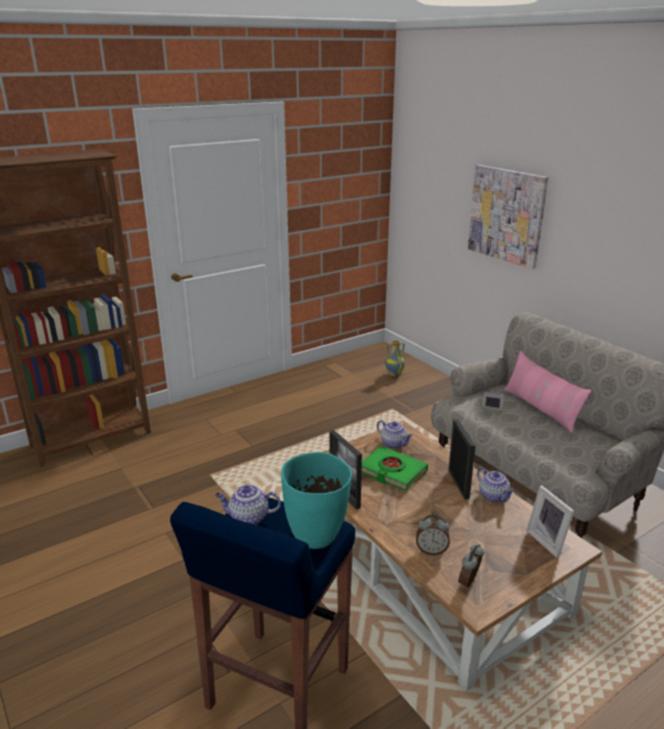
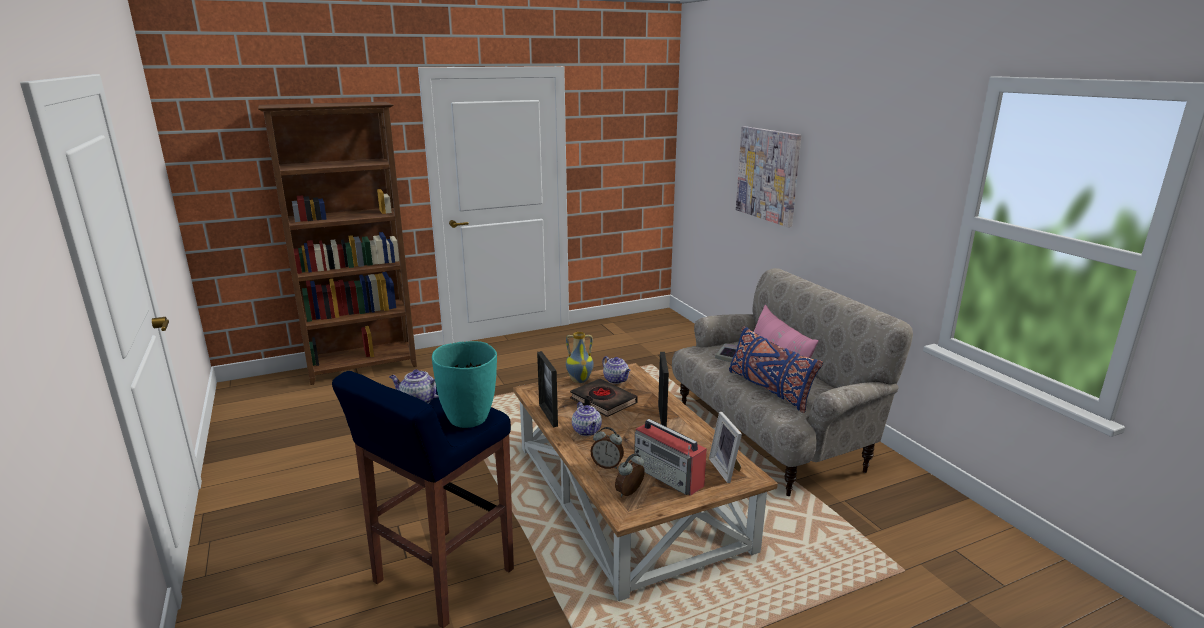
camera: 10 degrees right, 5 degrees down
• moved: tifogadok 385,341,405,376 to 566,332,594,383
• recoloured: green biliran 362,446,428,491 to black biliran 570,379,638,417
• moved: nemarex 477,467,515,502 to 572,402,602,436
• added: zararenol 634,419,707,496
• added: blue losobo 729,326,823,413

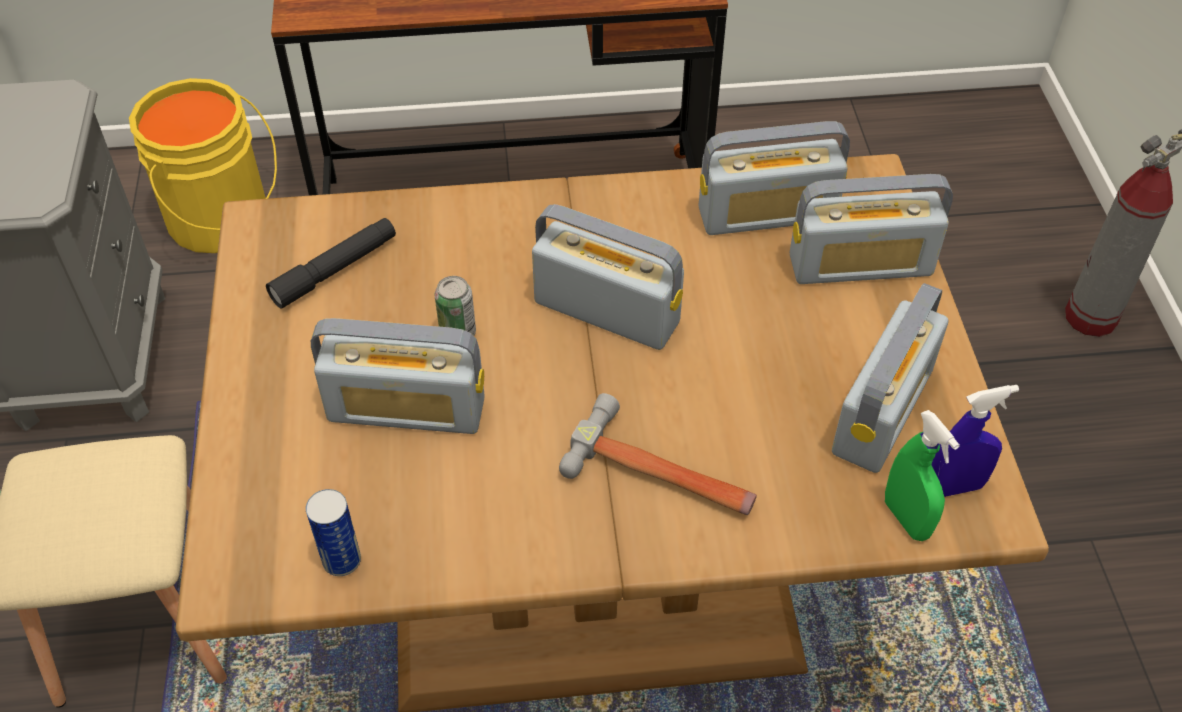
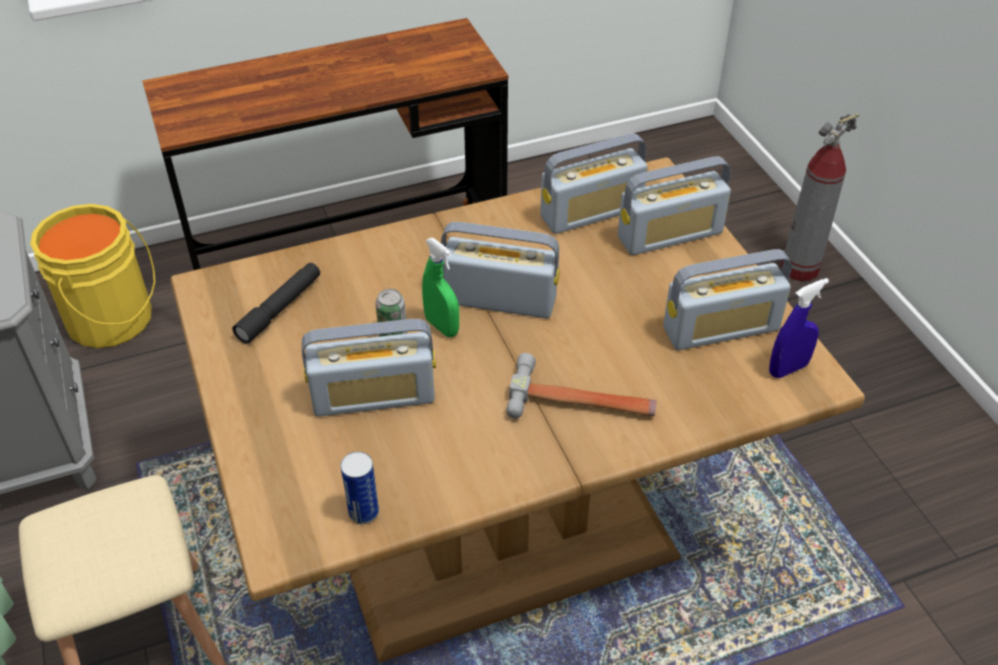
camera: 15 degrees left, 5 degrees down
• moved: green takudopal 885,410,960,541 to 422,238,459,337
• turned: zararenol 832,283,949,473 = 663,249,792,350 60 degrees clockwise

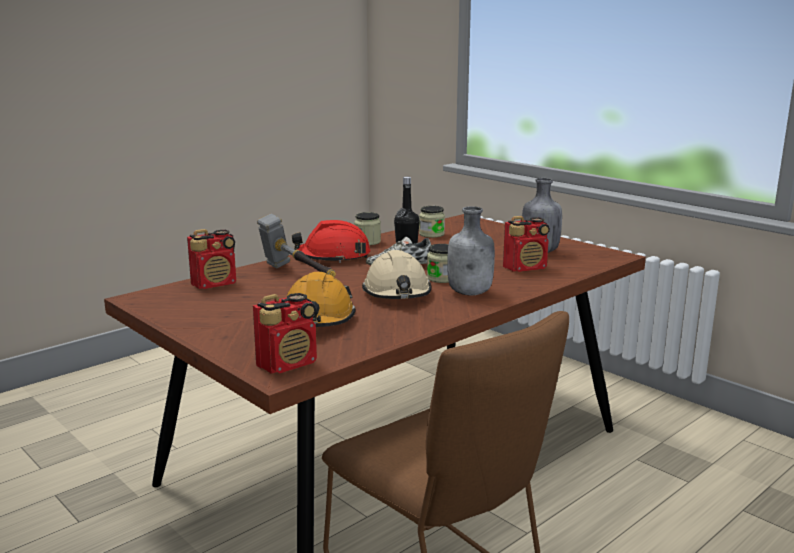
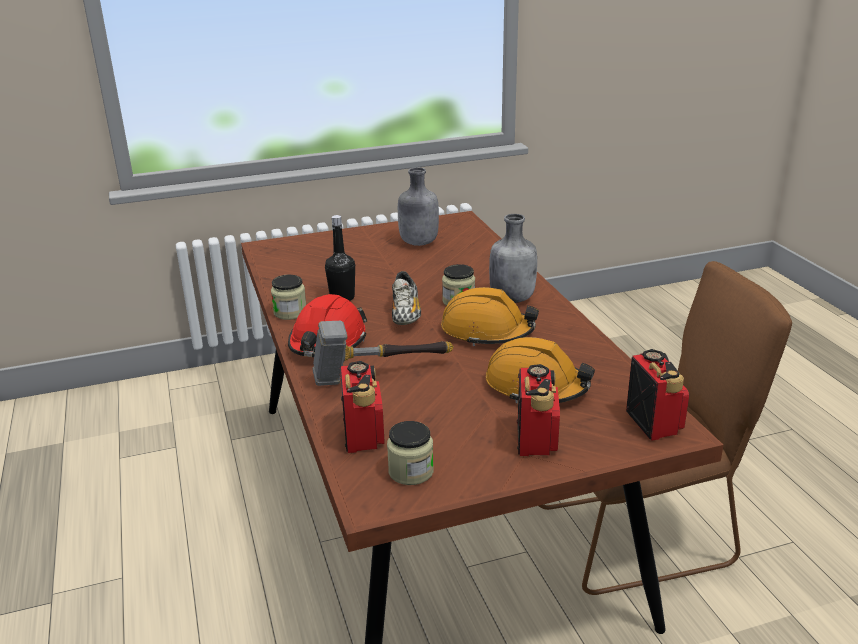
camera: 65 degrees left, 10 degrees up
• moved: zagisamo 419,206,445,238 to 387,421,434,485
• recoloured: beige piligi 362,250,432,299 to orange piligi 441,287,539,346
• moved: zararenol 503,216,550,272 to 517,364,560,456

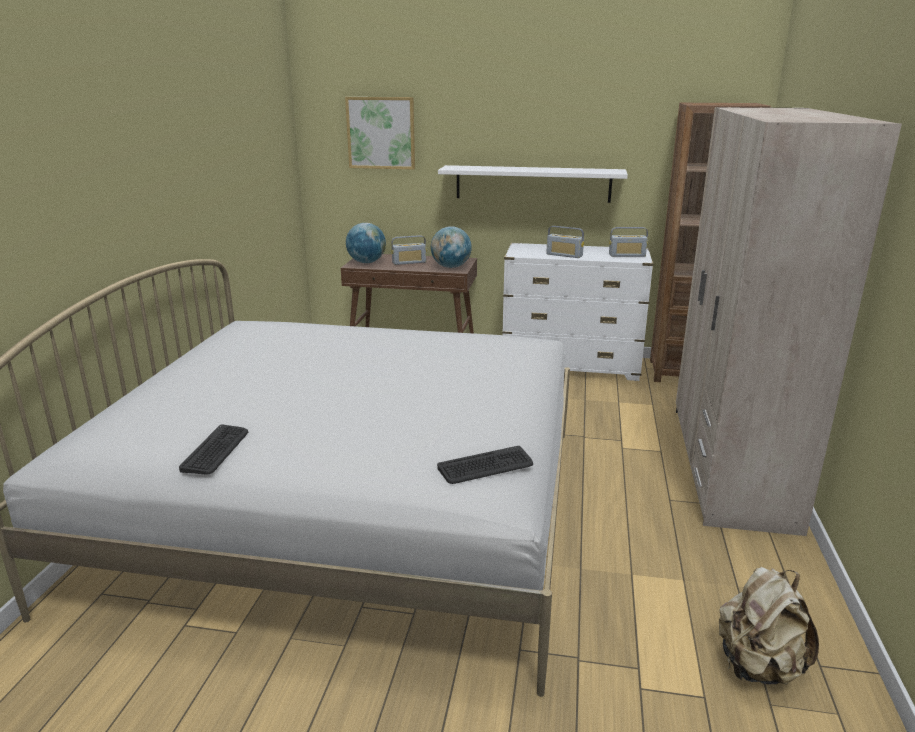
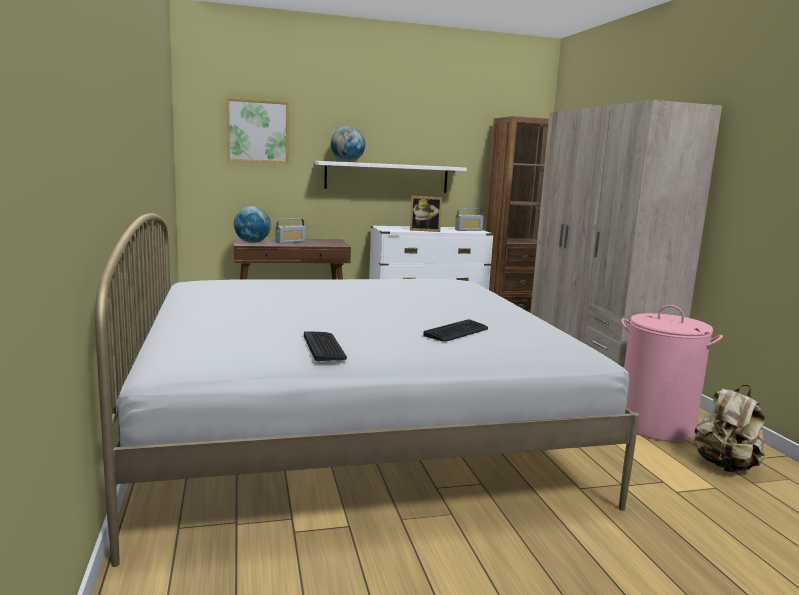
camera: 25 degrees left, 10 degrees down
• moved: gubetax 431,226,472,268 to 331,126,365,162
• replaced: zararenol 546,226,584,258 to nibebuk 410,196,442,232
• moved: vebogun 437,446,533,484 to 423,319,488,342
• added: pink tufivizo 621,305,723,441

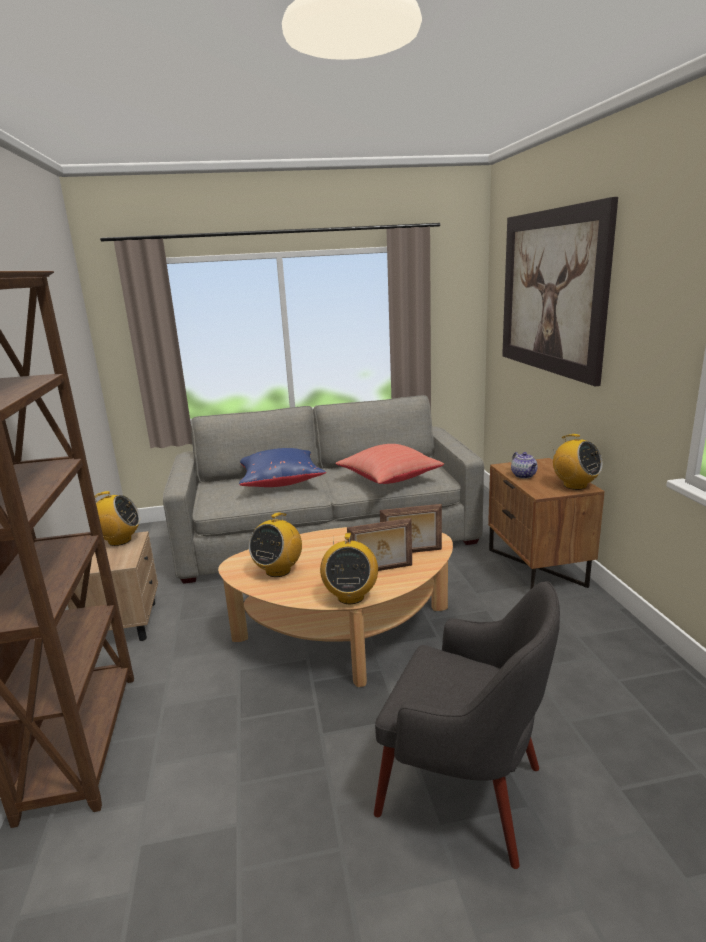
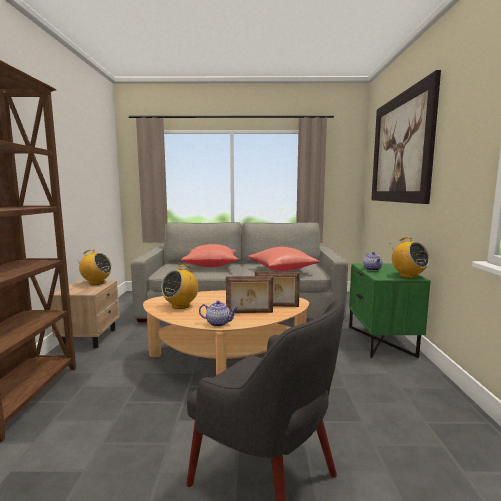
camera: 10 degrees right, 10 degrees down
• recoloured: blue losobo 239,448,326,487 to red losobo 181,244,239,267
• replaced: zararenol 320,533,378,604 to nemarex 199,301,238,327
• recoloured: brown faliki 488,458,604,589 to green faliki 349,263,430,358

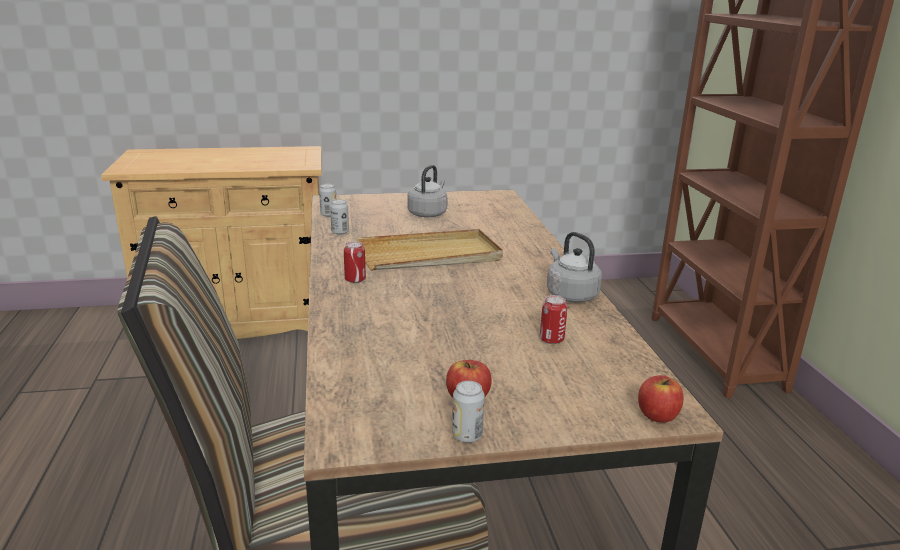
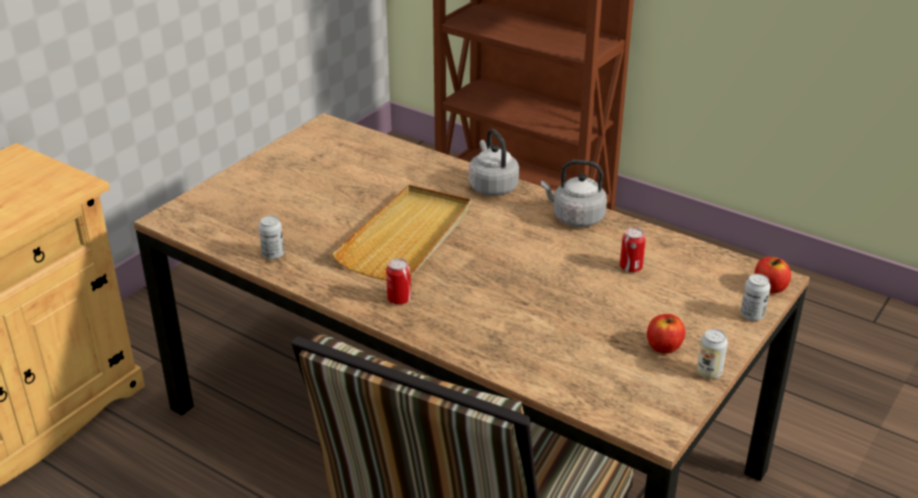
camera: 45 degrees left, 10 degrees up
• moved: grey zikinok 407,165,448,217 to 469,129,519,196
• moved: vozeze 319,184,336,217 to 741,274,771,321

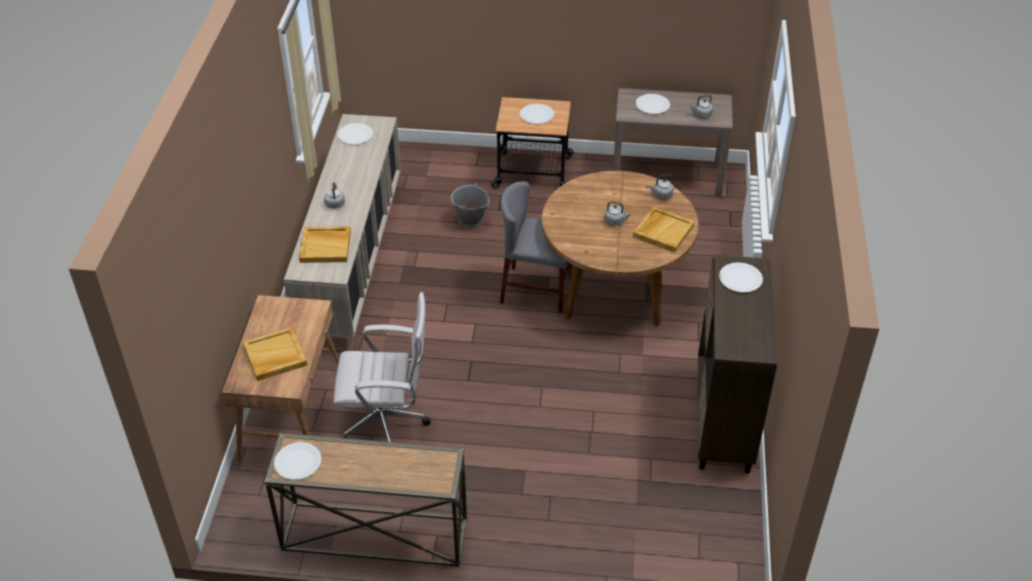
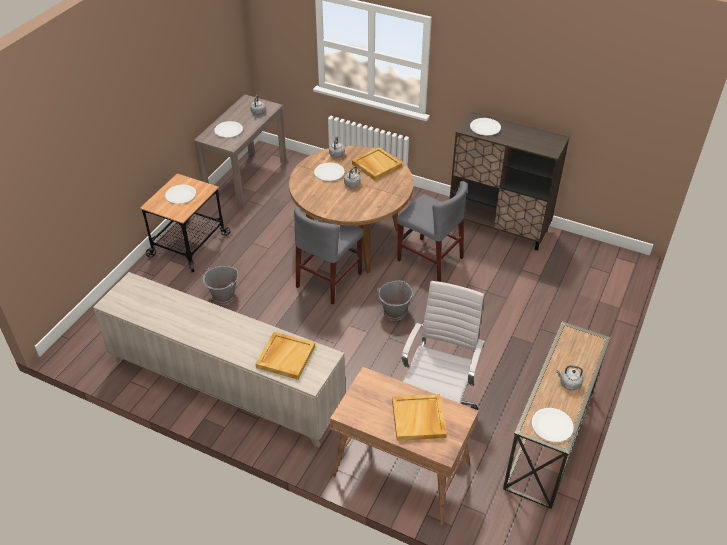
camera: 70 degrees left, 0 degrees up
• moved: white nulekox 338,123,373,145 to 314,162,345,181
• added: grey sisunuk 377,281,414,321
• added: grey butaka 397,181,468,282
• moved: grey zikinok 324,182,345,209 to 556,365,583,390

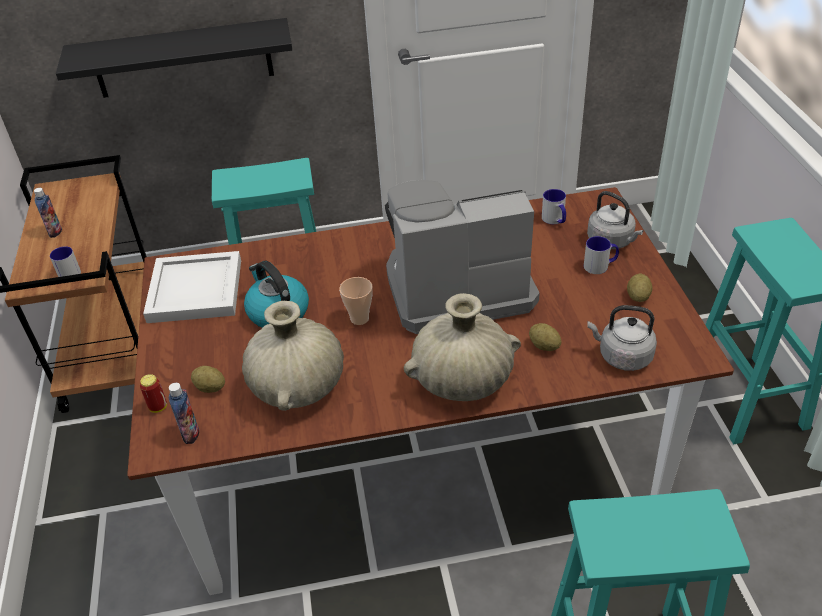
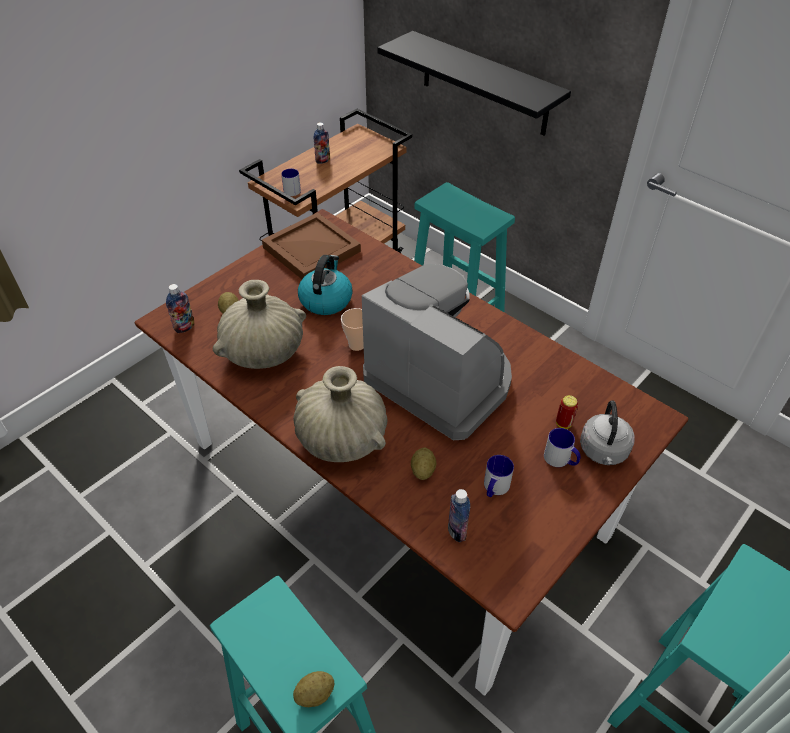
camera: 50 degrees right, 5 degrees up
• recoloured: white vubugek 143,251,241,323 to brown vubugek 262,212,361,279
• moved: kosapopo 627,274,653,302 to 293,671,334,707
• replaced: grey zikinok 587,305,657,371 to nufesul 448,489,470,542
• moved: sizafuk 542,189,566,224 to 484,455,514,497
• moved: vozeze 140,374,167,413 to 556,395,578,429

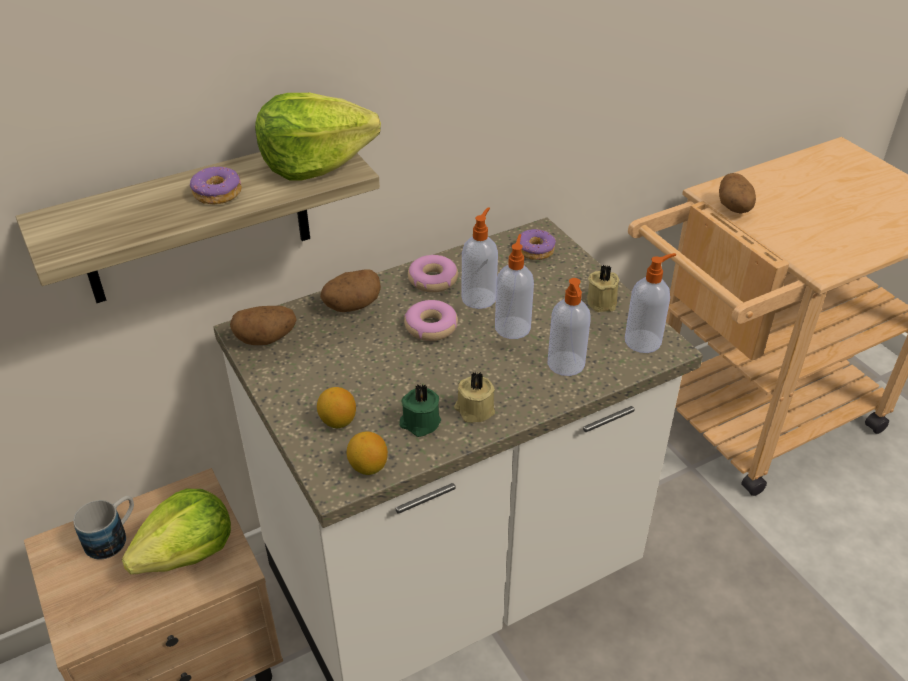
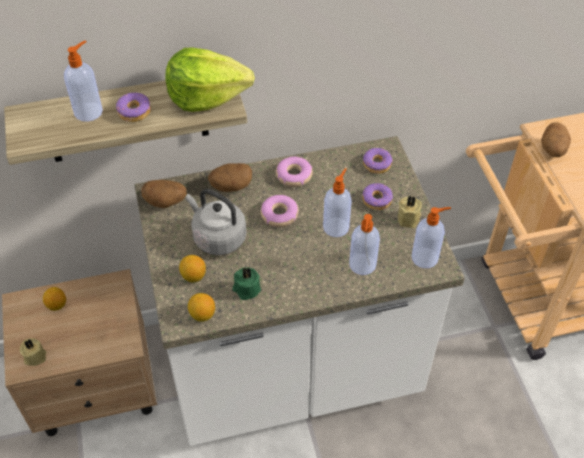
camera: 15 degrees right, 10 degrees up
• moved: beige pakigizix 454,372,495,423 to 20,338,46,366
• replaced: sizafuk 73,496,134,559 to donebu 43,287,66,311
• moved: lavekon 461,207,498,309 to 64,40,103,122
• added: grey zikinok 186,189,247,255
• added: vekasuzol 362,183,393,210
• removed: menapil 122,489,231,575

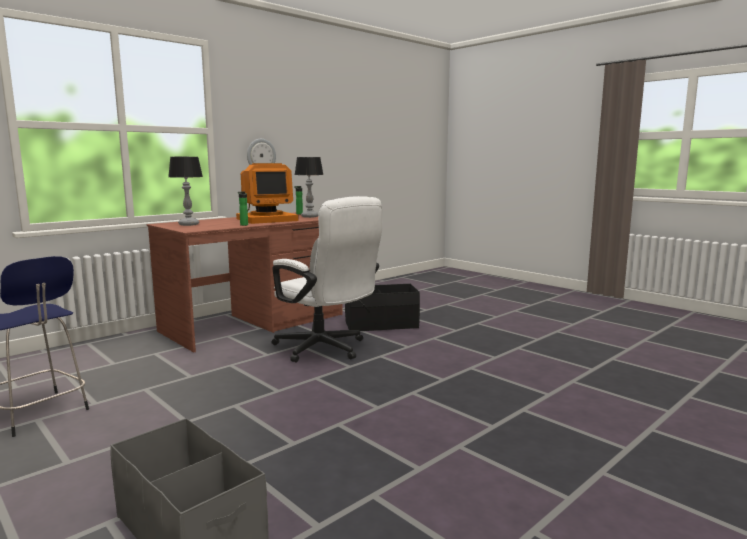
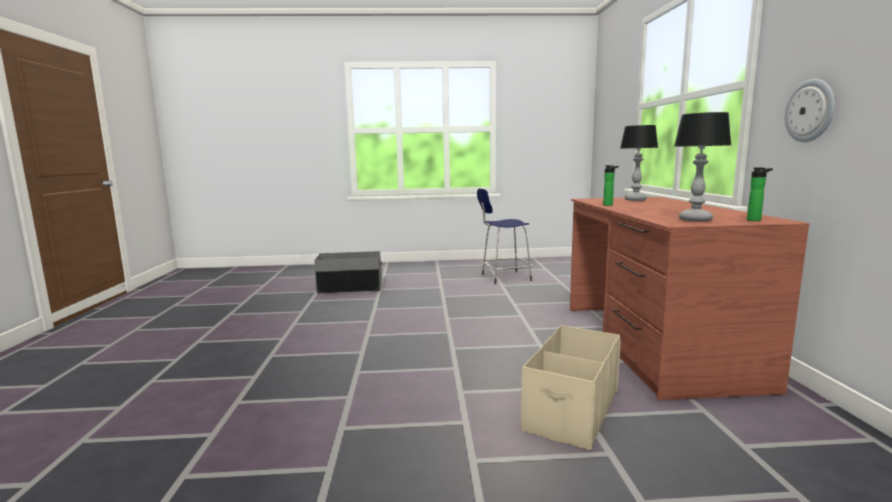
camera: 130 degrees right, 0 degrees up
• recoloured: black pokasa 345,284,420,331 to beige pokasa 521,325,620,450
• removed: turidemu 236,163,299,224
• removed: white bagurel 271,196,383,363

